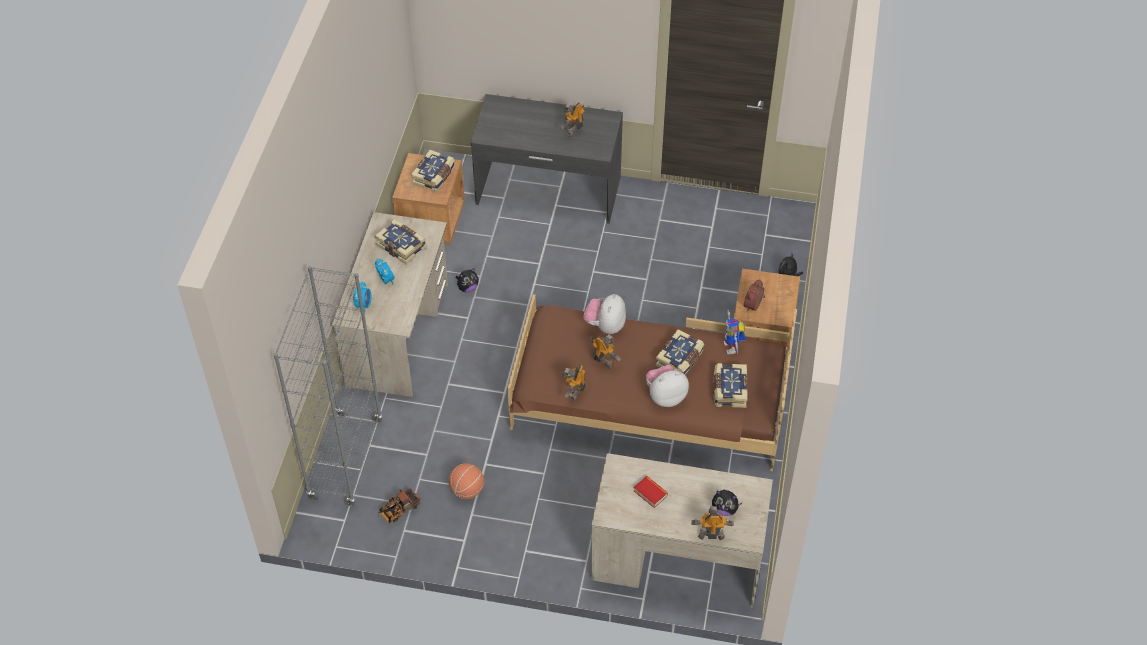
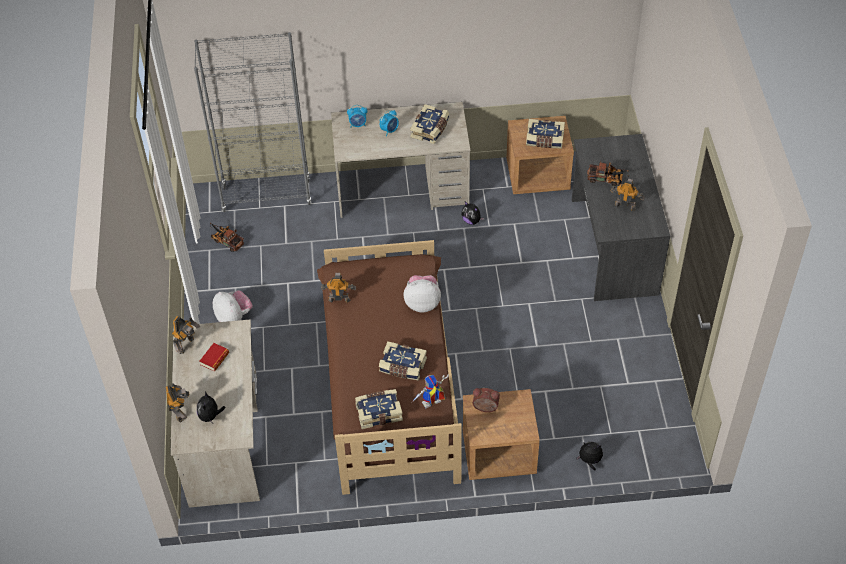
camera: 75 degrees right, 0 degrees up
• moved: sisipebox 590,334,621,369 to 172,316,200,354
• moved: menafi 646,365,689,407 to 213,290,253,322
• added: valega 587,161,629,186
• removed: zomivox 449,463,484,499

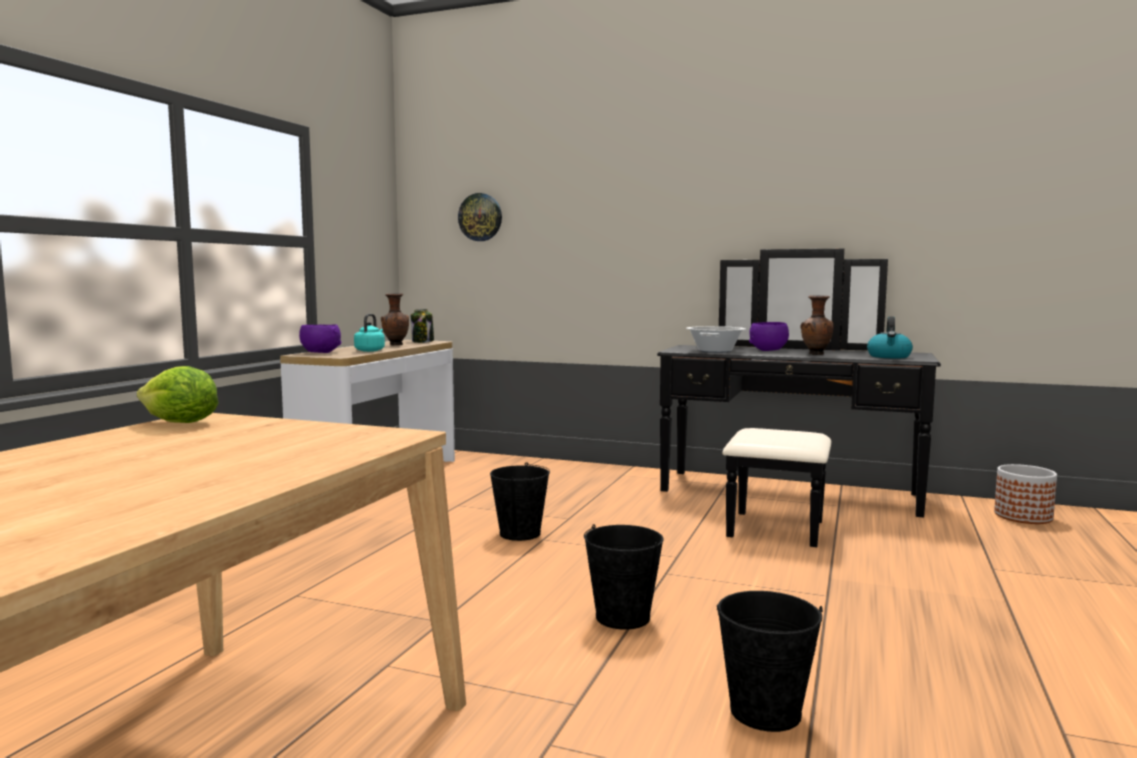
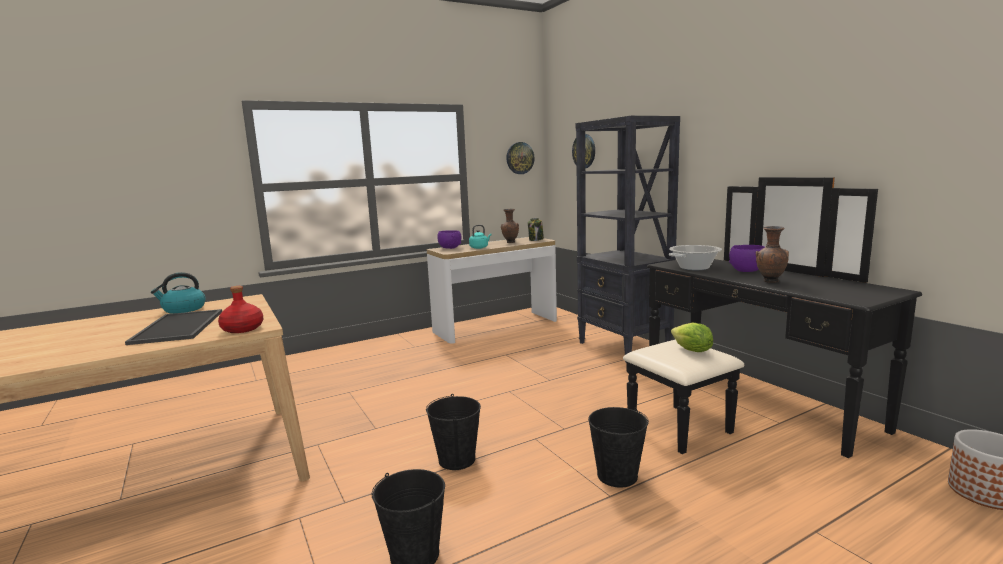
camera: 40 degrees right, 5 degrees up
• added: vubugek 125,309,222,345
• moved: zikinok 867,317,913,359 to 151,272,206,314
• added: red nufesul 218,286,264,333
• added: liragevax 506,142,534,174
• added: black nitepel 576,116,680,363
• moved: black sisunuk 490,462,550,541 to 588,407,649,488
• moved: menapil 137,366,219,423 to 671,322,713,352

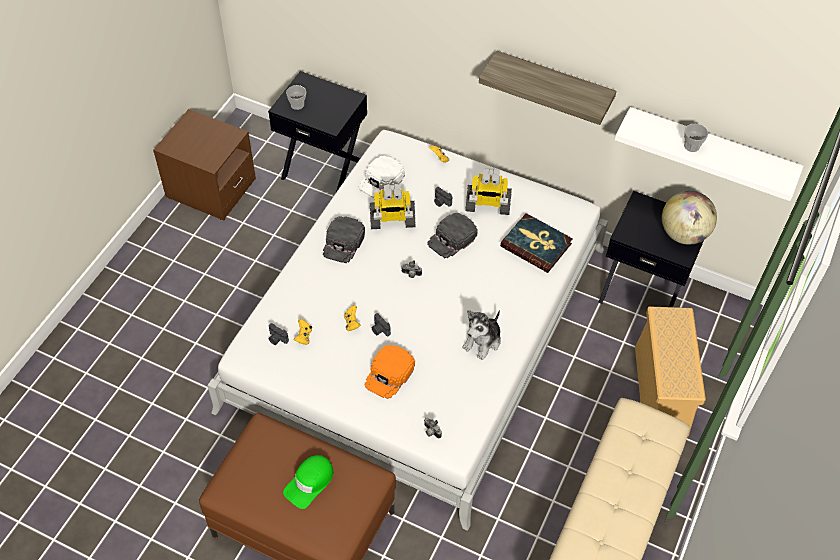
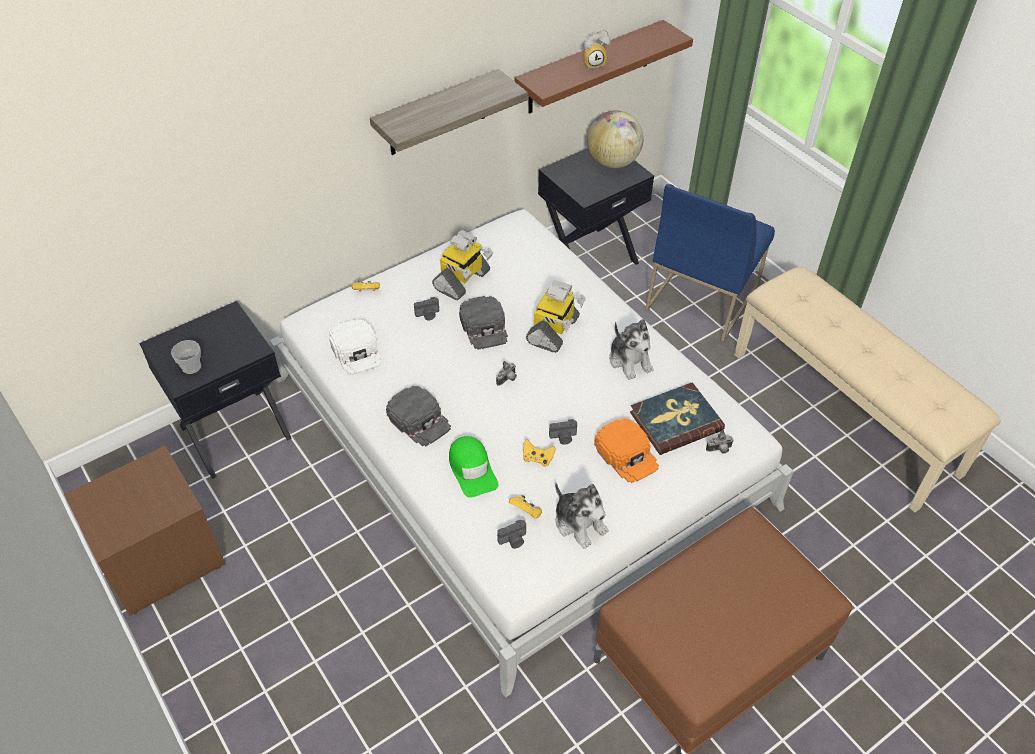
camera: 60 degrees left, 5 degrees down
• moved: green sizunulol 283,455,334,509 to 449,436,499,498
• recoloured: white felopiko 615,107,804,201 to brown felopiko 514,20,693,114
• moved: sisipebox 370,184,415,229 to 526,280,586,353
• added: menafi 555,483,608,549
• replaced: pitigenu 684,124,708,152 to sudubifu 584,29,611,70
• moved: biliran 500,213,573,273 to 630,382,725,455
• replaced: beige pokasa 635,306,706,437 to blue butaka 645,184,775,342

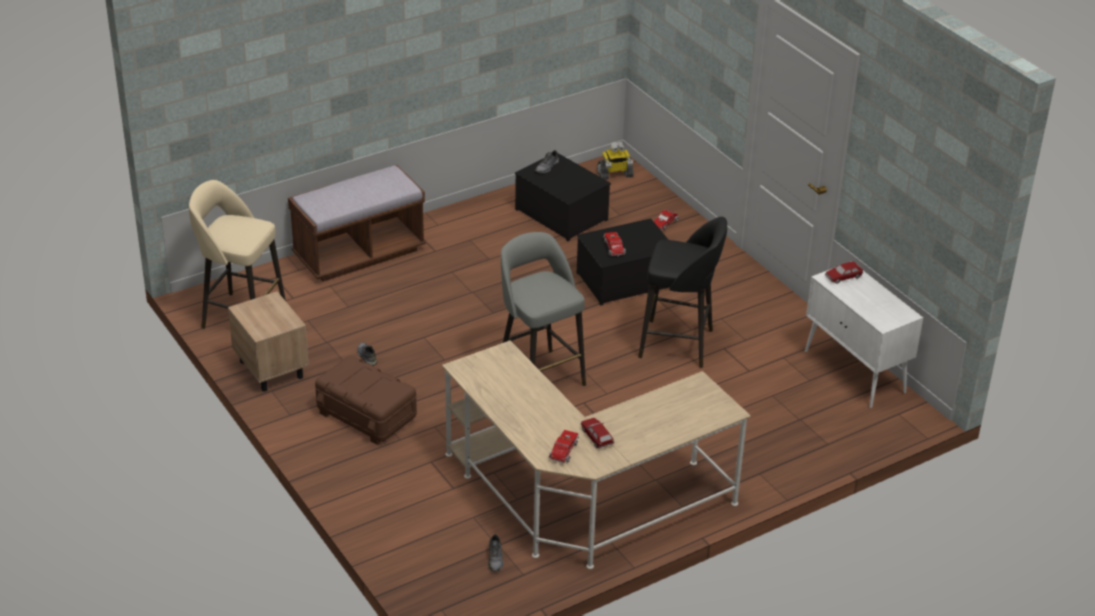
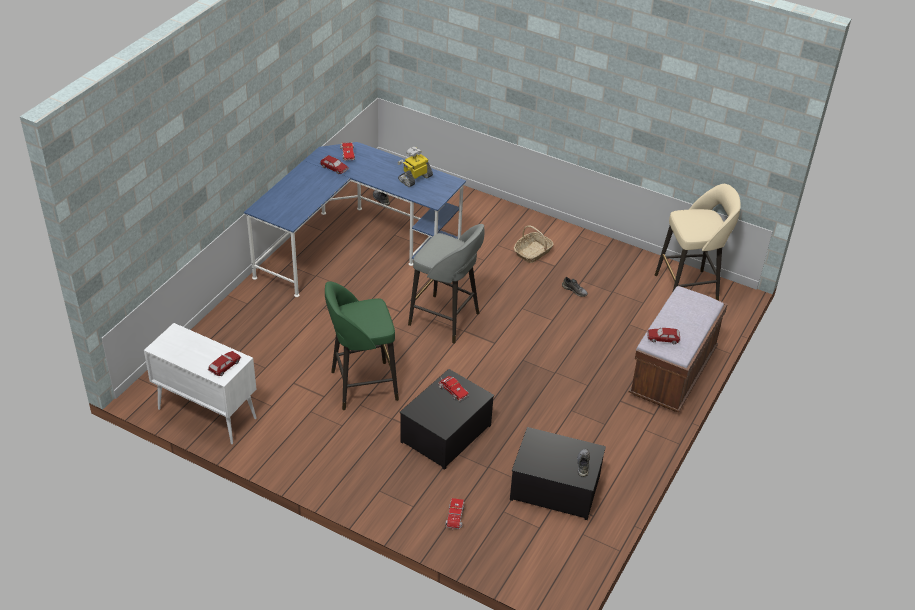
camera: 150 degrees right, 5 degrees up
• recoloured: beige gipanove 442,340,751,569 to blue gipanove 244,142,466,297
• recoloured: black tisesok 638,217,727,368 to green tisesok 325,281,399,410
• moved: sisipebox 597,141,634,180 to 397,147,433,187
• replaced: brown pokasa 315,356,417,445 to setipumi 514,225,554,263
• added: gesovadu 647,327,680,344
• removed: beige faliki 228,291,309,392

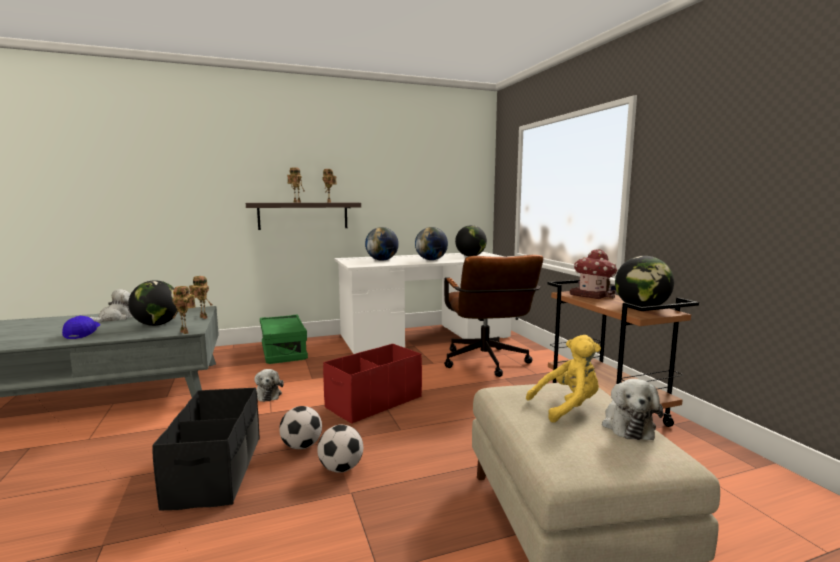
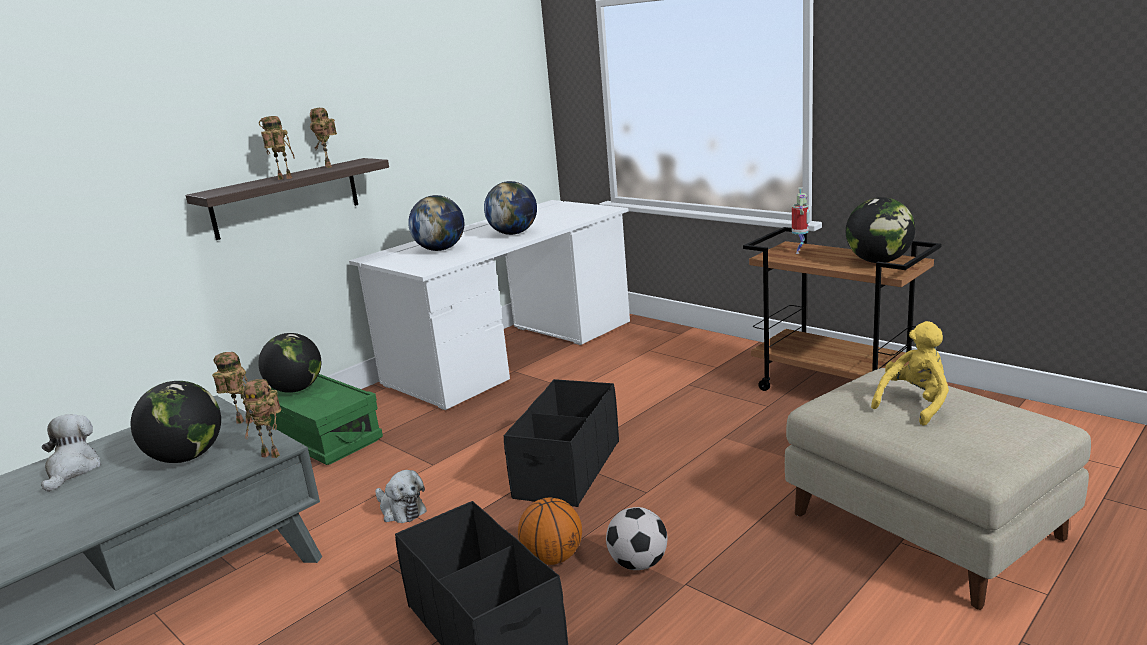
camera: 25 degrees left, 10 degrees up
• moved: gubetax 455,225,487,256 to 258,333,321,393
• recoloured: red pokasa 323,344,422,424 to black pokasa 504,379,619,507
• replaced: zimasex 279,406,322,449 to zomivox 518,497,582,565
• replaced: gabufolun 570,249,618,299 to sisipebox 792,188,810,254
• removed: blue sizunulol 62,316,100,339
• removed: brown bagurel 444,255,543,377
• removed: menafi 602,379,663,440

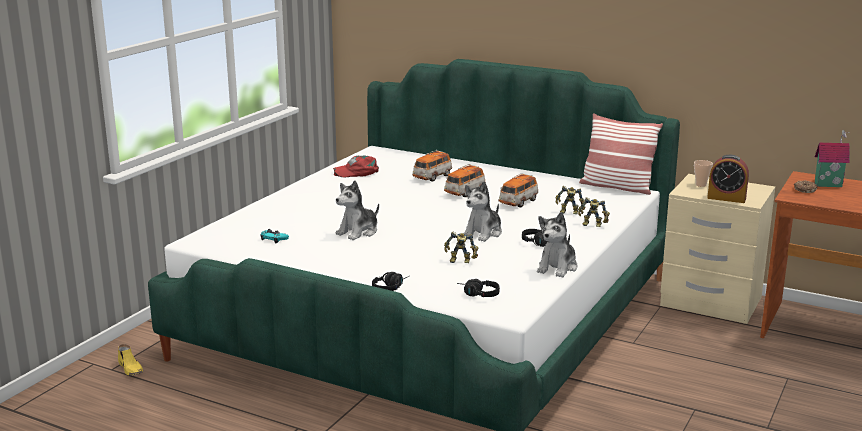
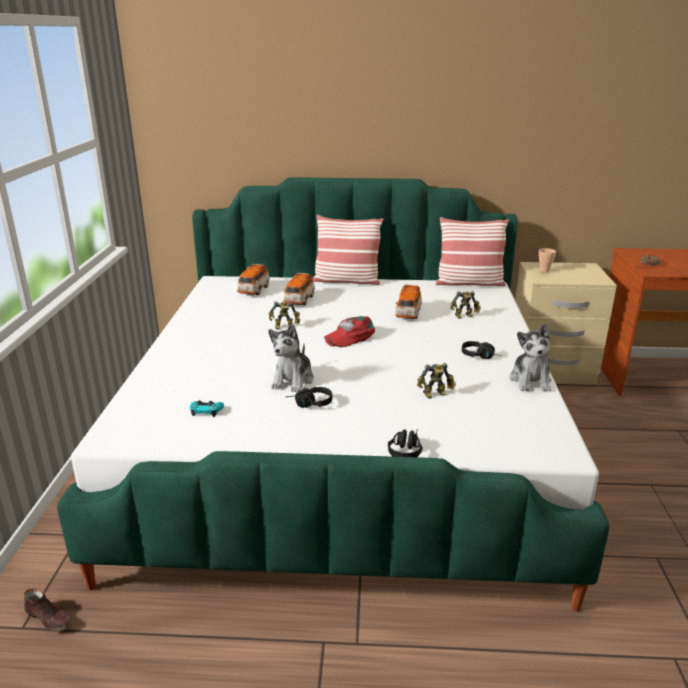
camera: 25 degrees left, 5 degrees up
• recoloured: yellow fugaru 118,344,143,375 to brown fugaru 24,588,72,632
• moved: gesovadu 444,164,486,197 to 237,264,270,295
• moved: sisipebox 578,197,610,227 to 269,301,300,330
• moved: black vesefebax 457,279,500,297 to 287,387,332,408
• added: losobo 313,214,384,285
• moved: red sizunulol 333,156,379,177 to 324,316,375,347
• removed: menafi 463,181,502,242
• removed: sudubifu 707,155,749,203
• removed: gabufolun 815,129,850,187

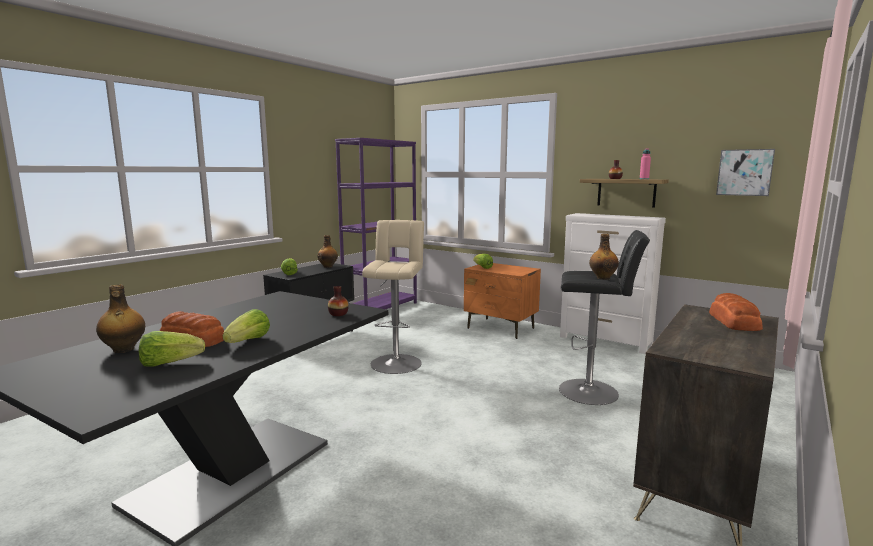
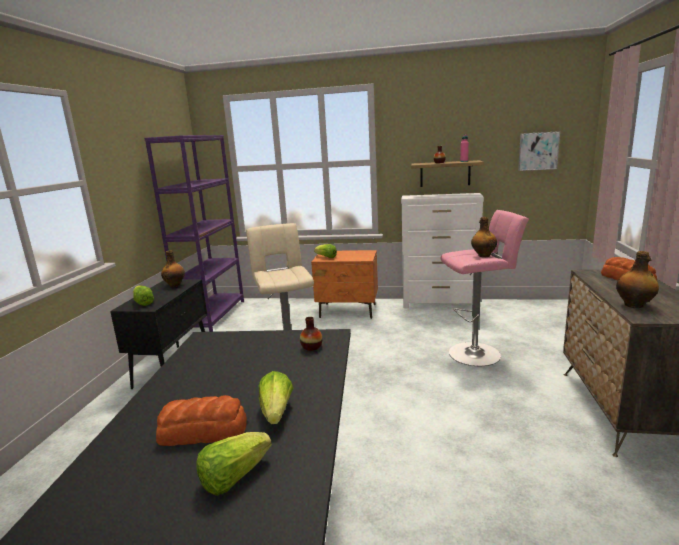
camera: 25 degrees left, 5 degrees up
• recoloured: black tisesok 559,230,650,405 to pink tisesok 440,210,529,366
• moved: nufesul 96,284,145,353 to 616,251,659,308

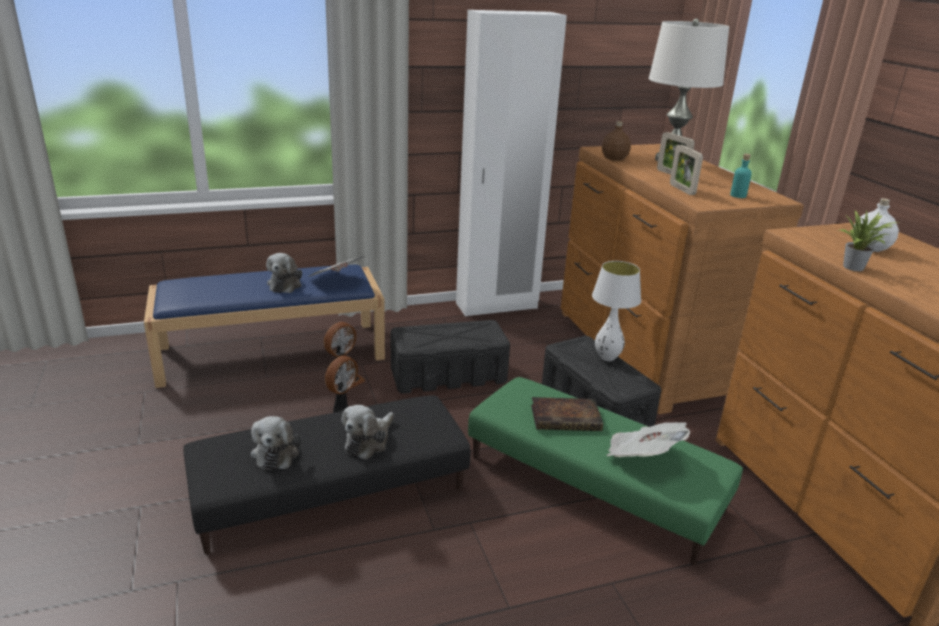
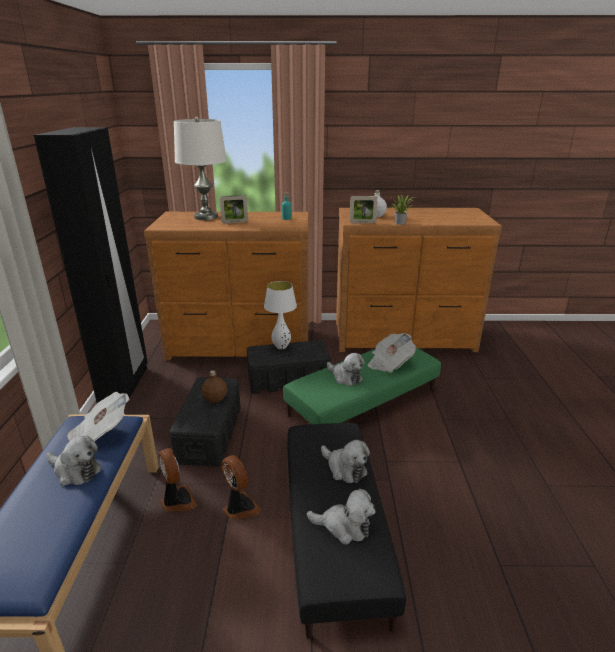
camera: 70 degrees left, 0 degrees up
• recoloured: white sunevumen 456,10,567,317 to black sunevumen 34,127,148,406
• moved: brown nufesul 602,121,631,161 to 201,370,228,403
• replaced: biliran 531,397,603,431 to menafi 327,353,365,386
• moved: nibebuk 670,145,703,195 to 350,196,378,223

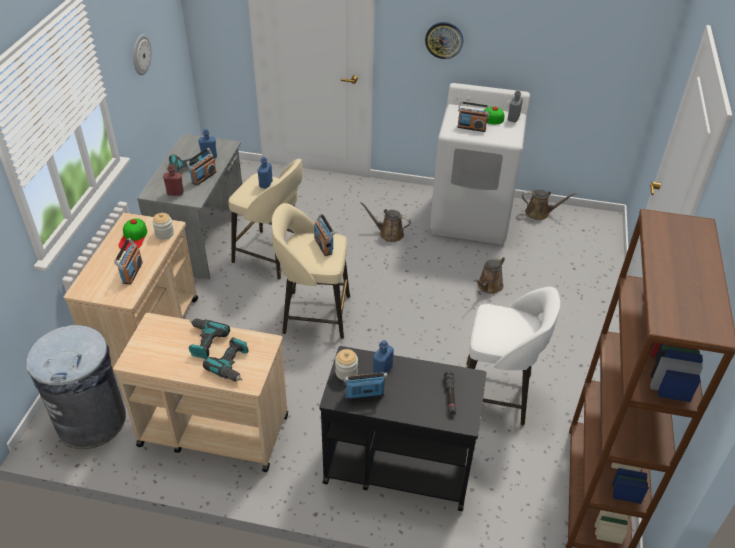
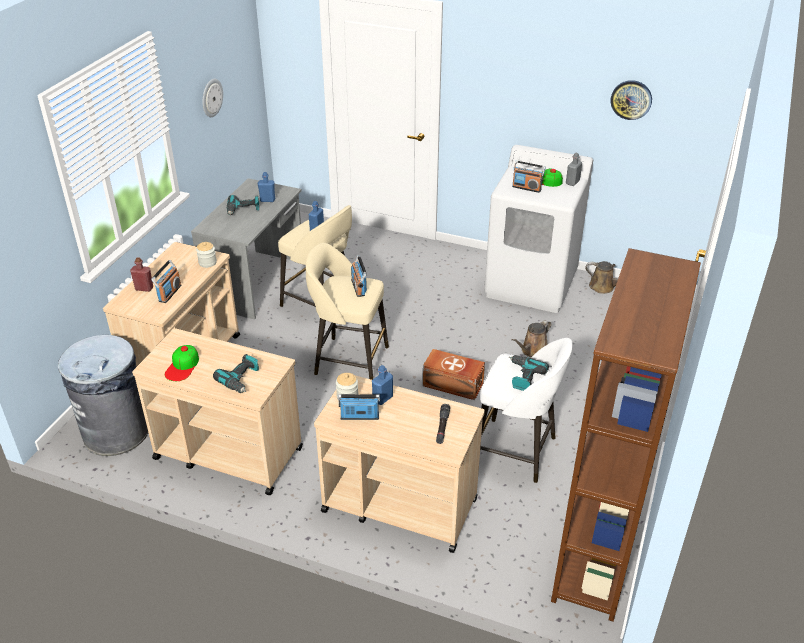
camera: 10 degrees right, 5 degrees down
• moved: red nufesul 163,165,184,196 to 130,257,153,292
• moved: sizunulol 118,218,147,251 to 165,345,199,381
• recoloured: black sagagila 320,346,486,511 to beige sagagila 314,375,485,553
• added: brown pokasa 423,349,485,400
• moved: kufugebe 189,318,230,359 to 509,355,549,391
• moved: liragevax 425,22,463,59 to 610,80,652,120
• removed: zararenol 186,148,217,186
• removed: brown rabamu 360,202,411,242

